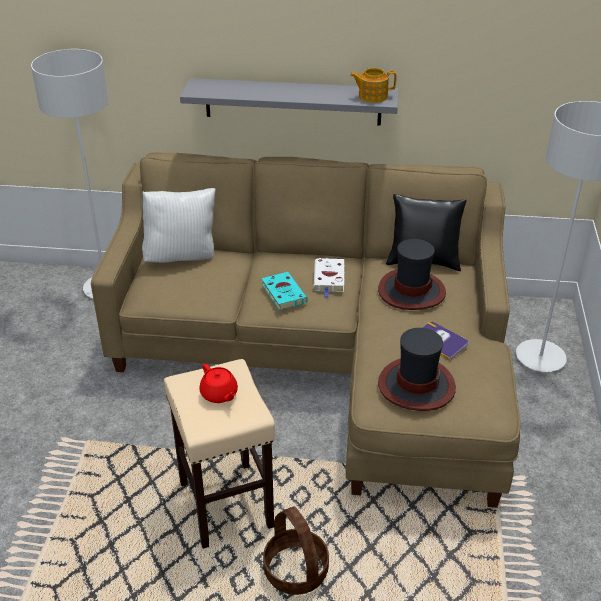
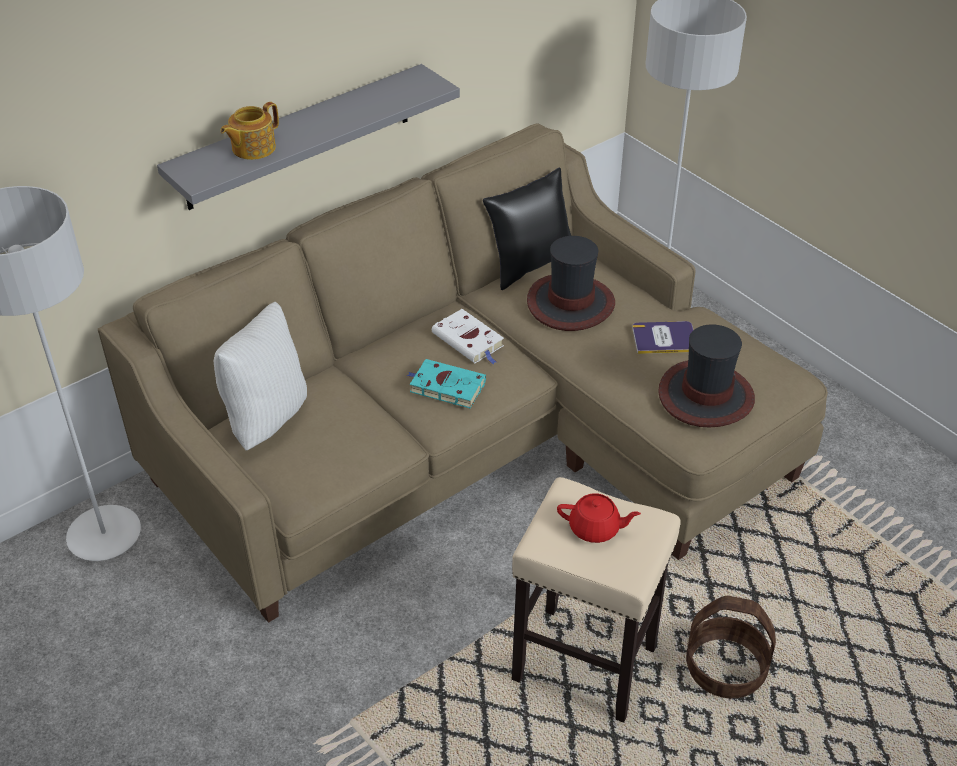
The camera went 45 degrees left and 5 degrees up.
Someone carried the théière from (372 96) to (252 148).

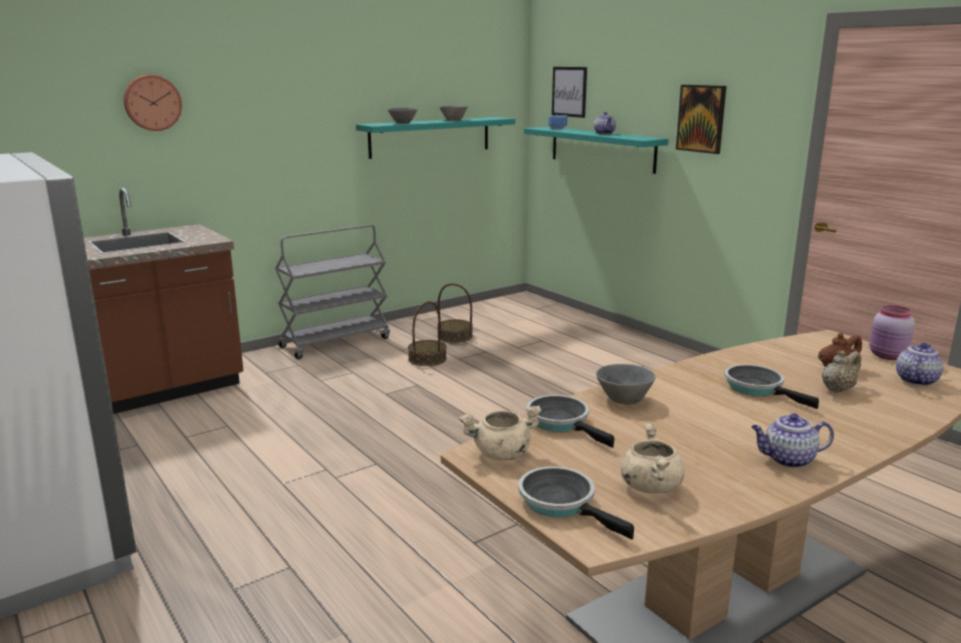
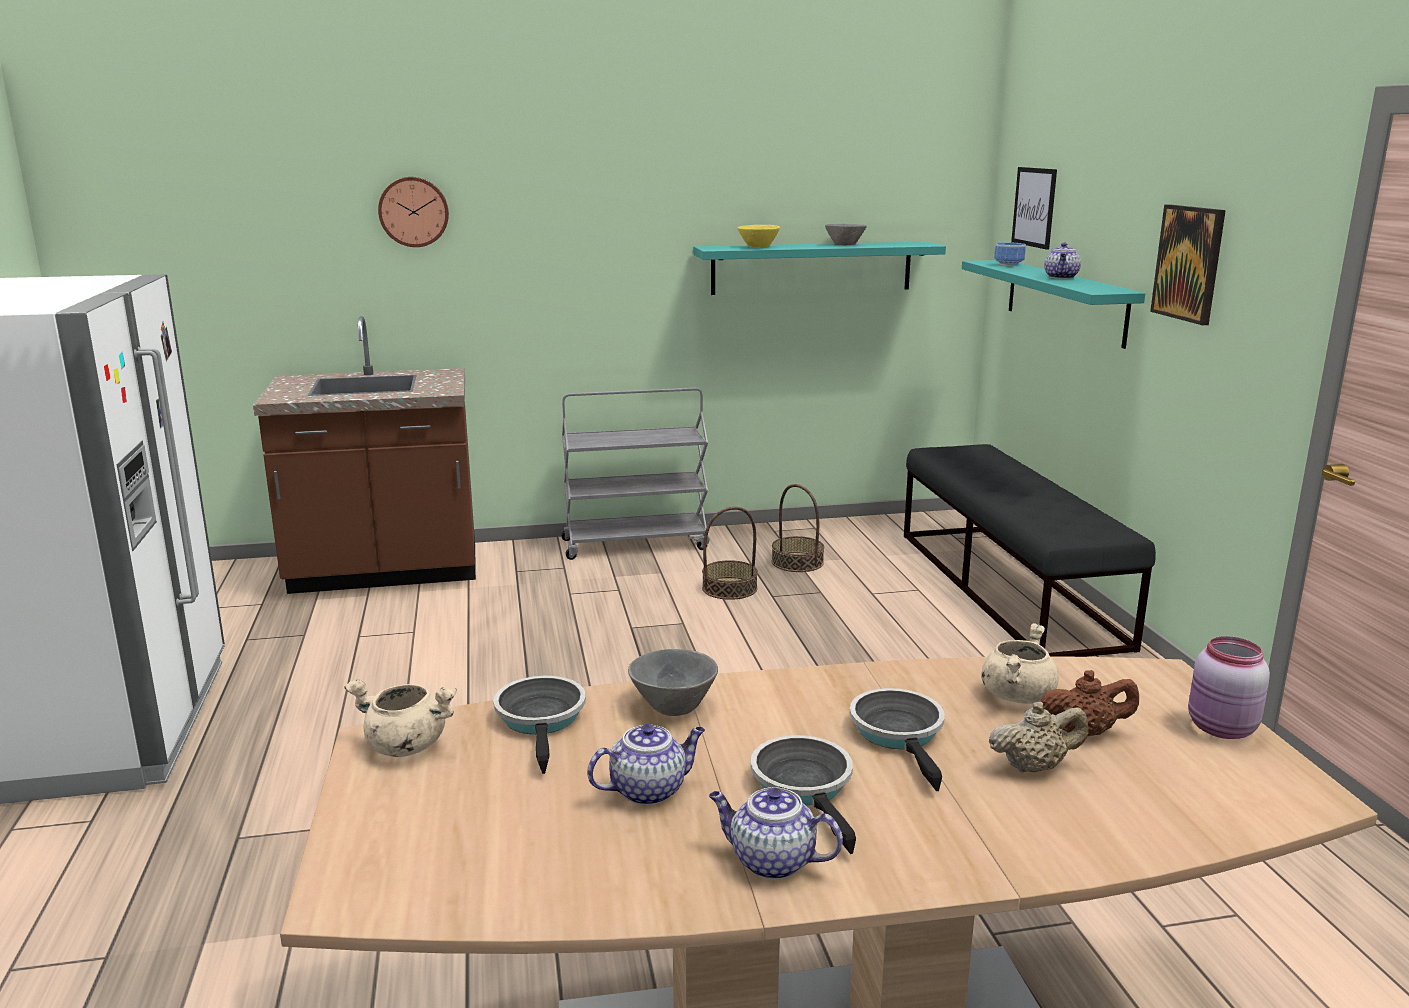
The camera went 25 degrees right and 0 degrees up.
Someone repainted the bol (gris) at (402 123), which became the bol (jaune) at (757 247).
Someone carried the poêle from (562 503) to (805 787).
Someone carried the marmite (beige) from (649 486) to (1016 695).
Someone carried the théière from (916 380) to (649 790).
Someone put down the banc (noir) at (1007 587).

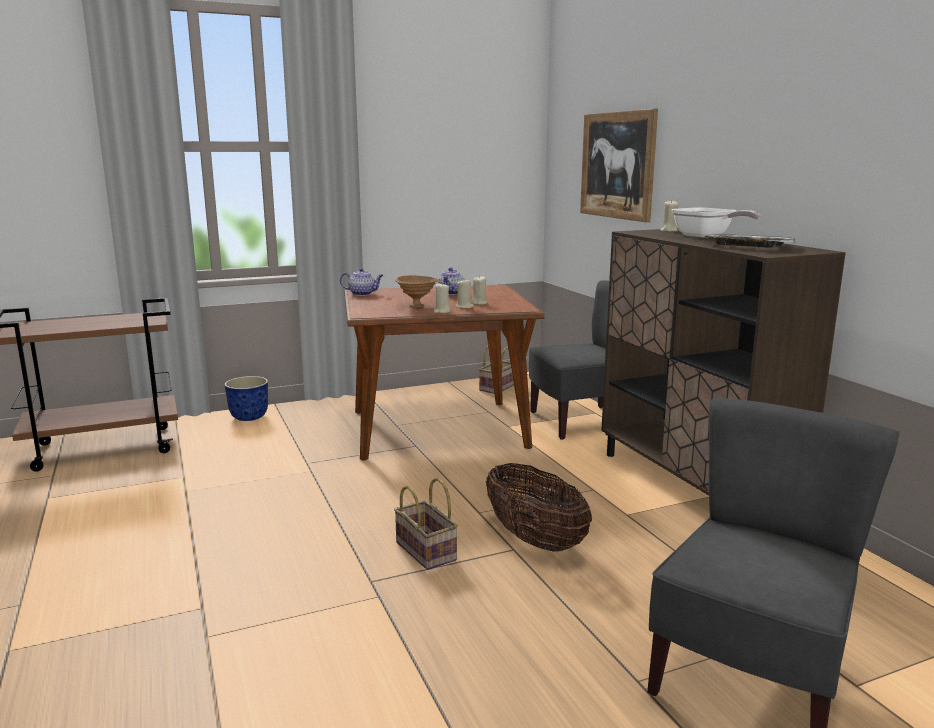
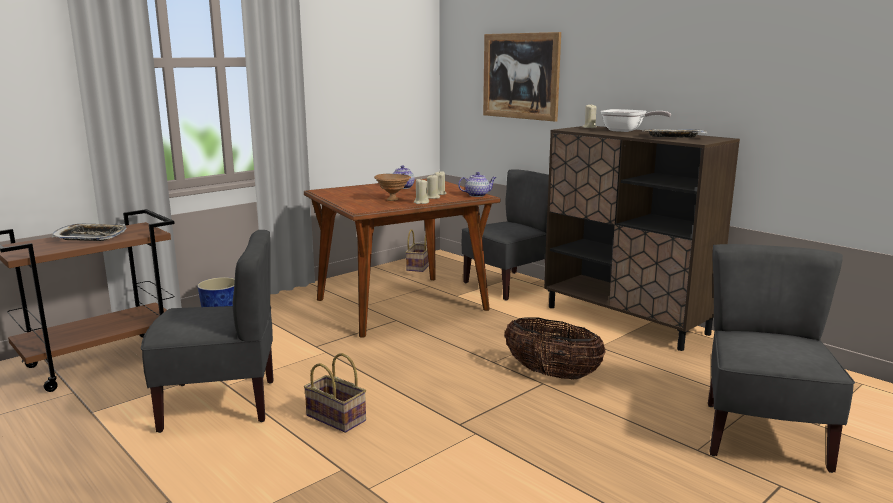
The camera went 20 degrees left and 0 degrees up.
Someone carried the théière from (362 294) to (477 195).
Someone carried the panier from (428 551) to (338 418).
Someone put down the plateau at (91 237).
Someone put down the chaise (gris) at (220 404).

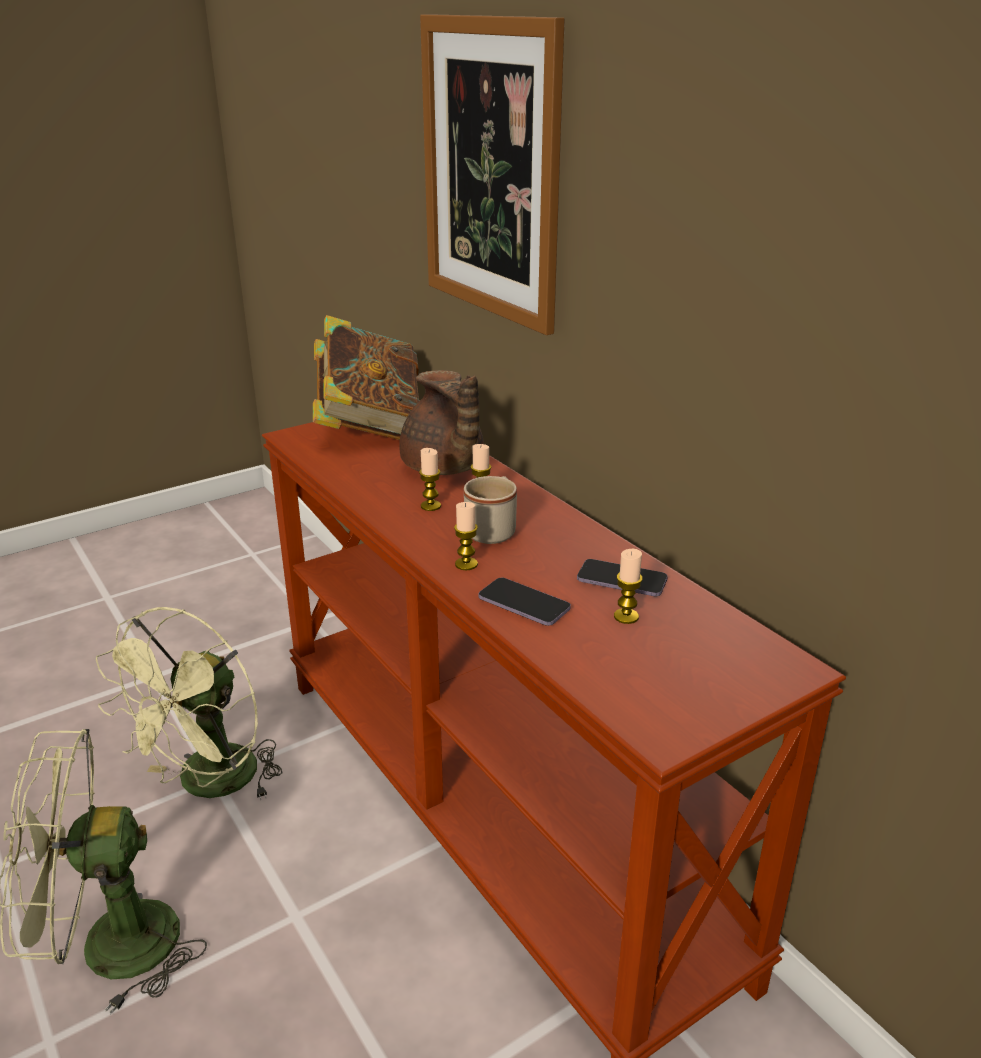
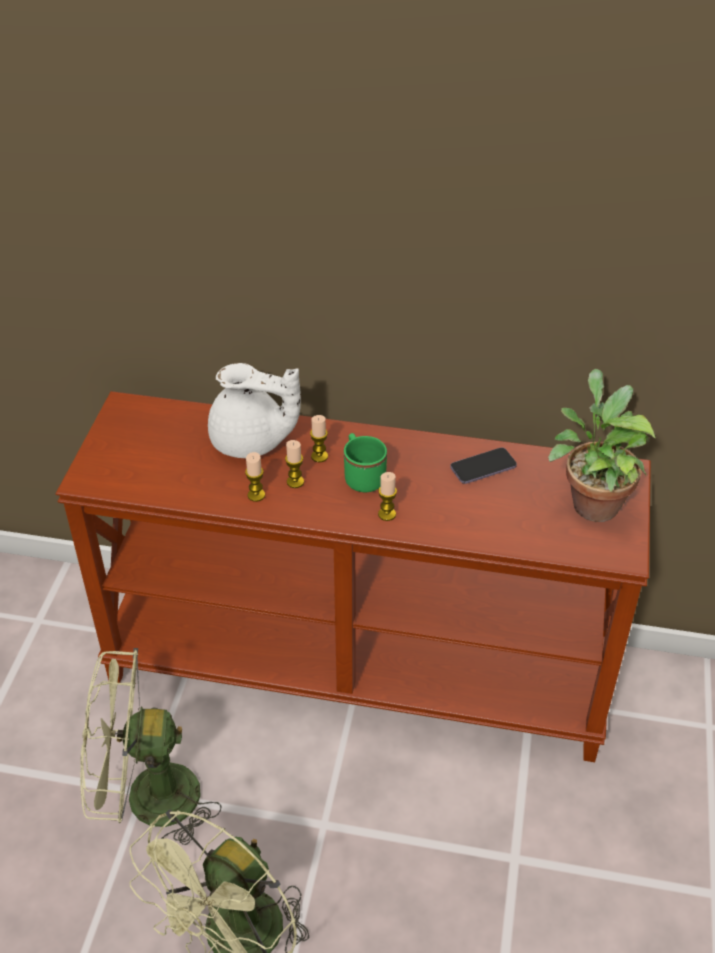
The camera went 45 degrees left and 15 degrees up.
Someone rotated the ventilateur (vert) at (209 785) by 105 degrees clockwise.
Someone took away the livre at (369 427).
Someone repainted the théière (marron) at (443 468), which became the théière (blanc) at (251 442).
Someone took away the tableau at (490 171).
Someone repainted the mug (beige) at (493 529), which became the mug (vert) at (362 476).
Someone took away the téléphone at (524 604).
Someone carried the bougie from (626 616) to (256 495).
Someone put down the plante en pot at (591 501).

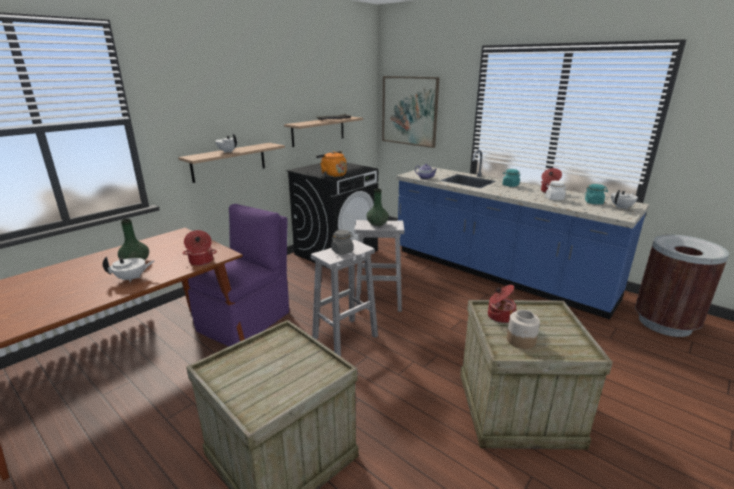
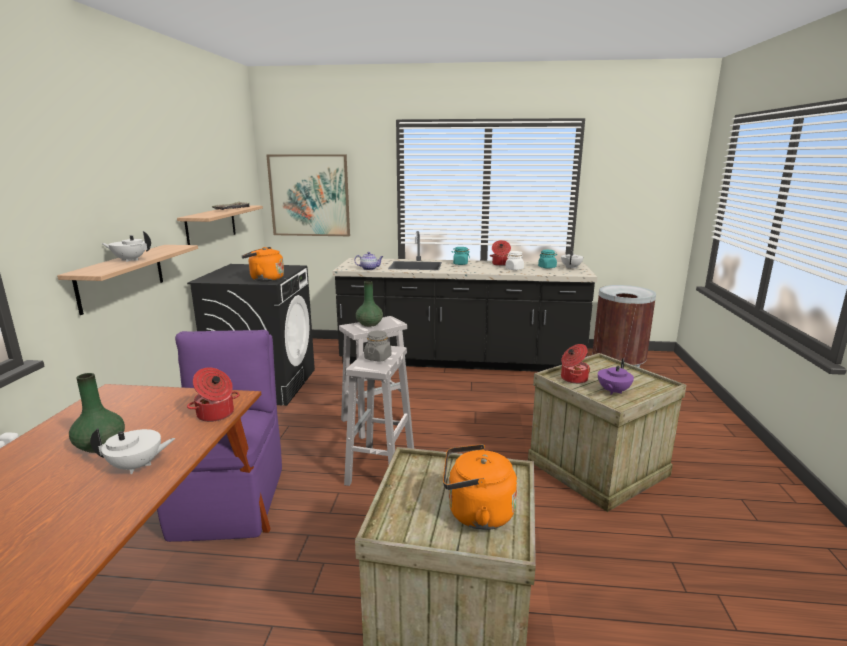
The camera went 35 degrees left and 5 degrees down.
Someone rotated the théière (blanc) at (132 278) by 45 degrees clockwise.
Someone repainted the comptoir de cuisine (bleu) at (496 274), which became the comptoir de cuisine (noir) at (460 361).
Someone swapped the bocal at (520 340) for the théière (violet) at (612 391).
Someone put down the bouilloire (orange) at (476 513).

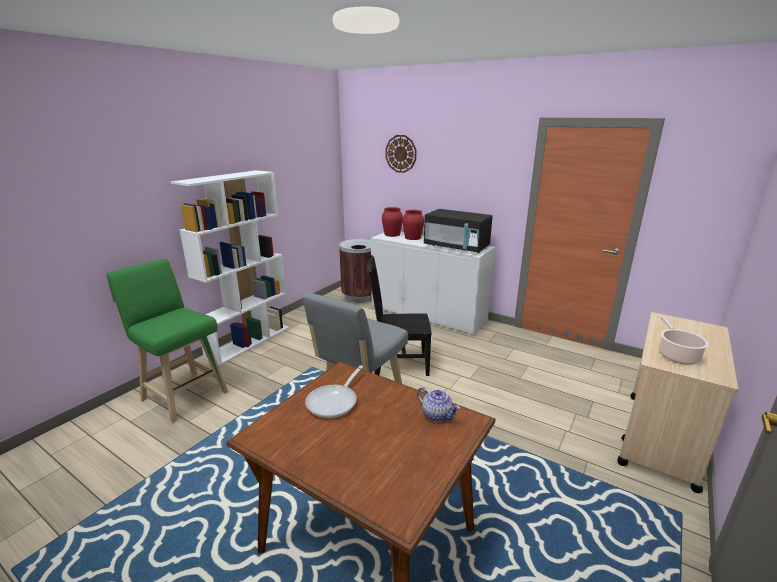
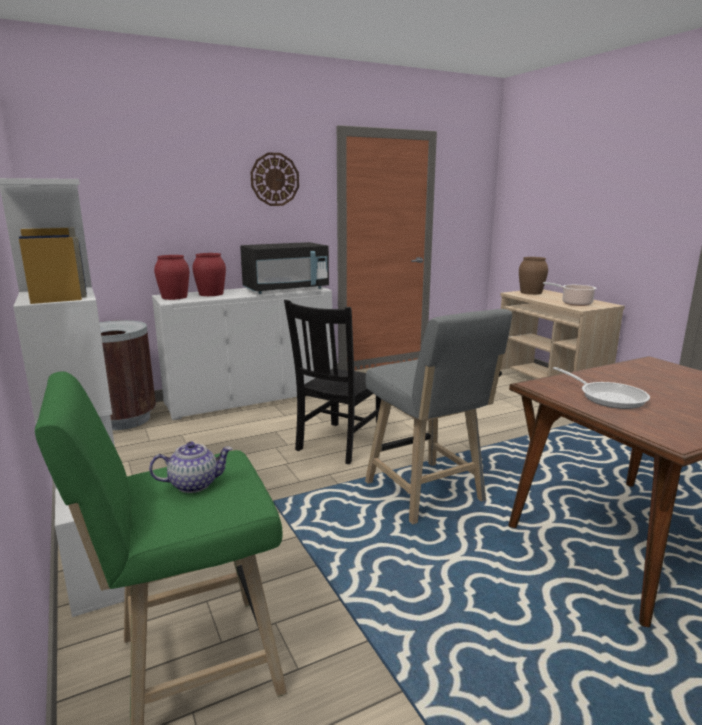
The camera went 60 degrees left and 5 degrees down.
Someone carried the horloge murale from (401 153) to (274 179).
Someone carried the théière from (437 415) to (194 484).
Someone put down the vase (marron) at (531 292).

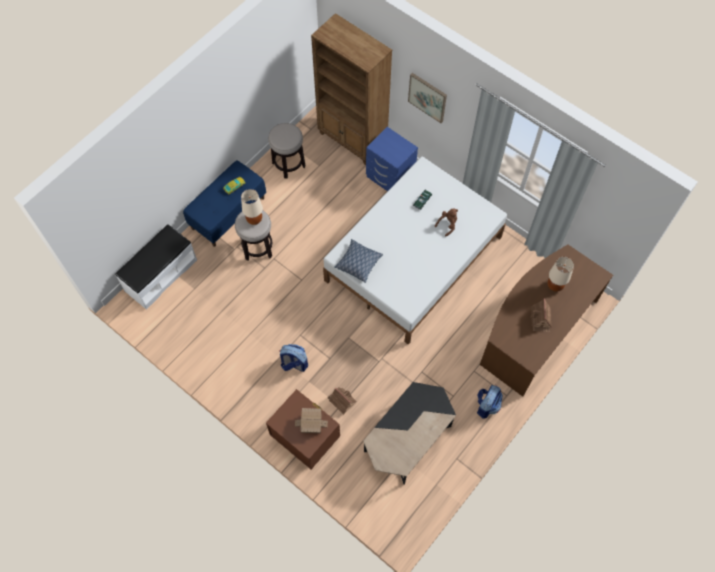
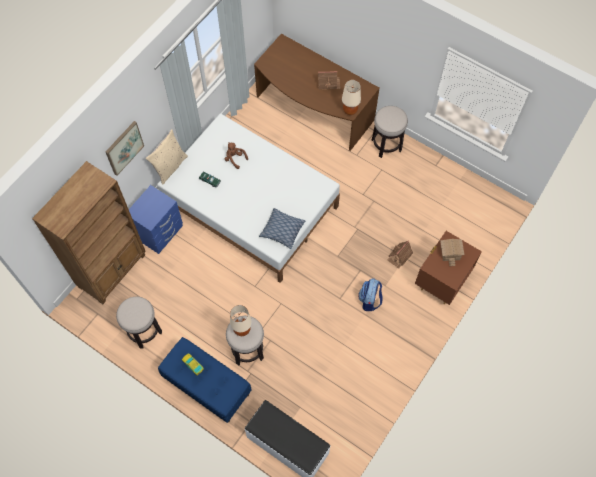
The camera went 95 degrees left and 0 degrees up.
Someone took away the table basse (noir) at (408 439).
Someone swapped the sac à dos at (486 405) for the tabouret at (386 145).
Someone carried the lampe de table (beige) from (555 286) to (350 110).
Someone put down the coussin (beige) at (170 167).

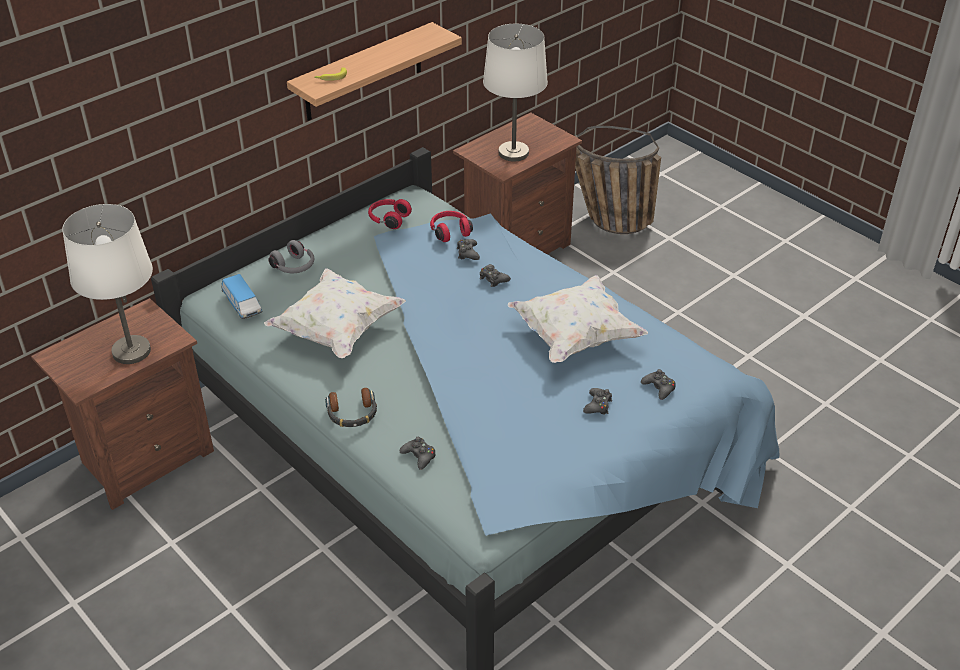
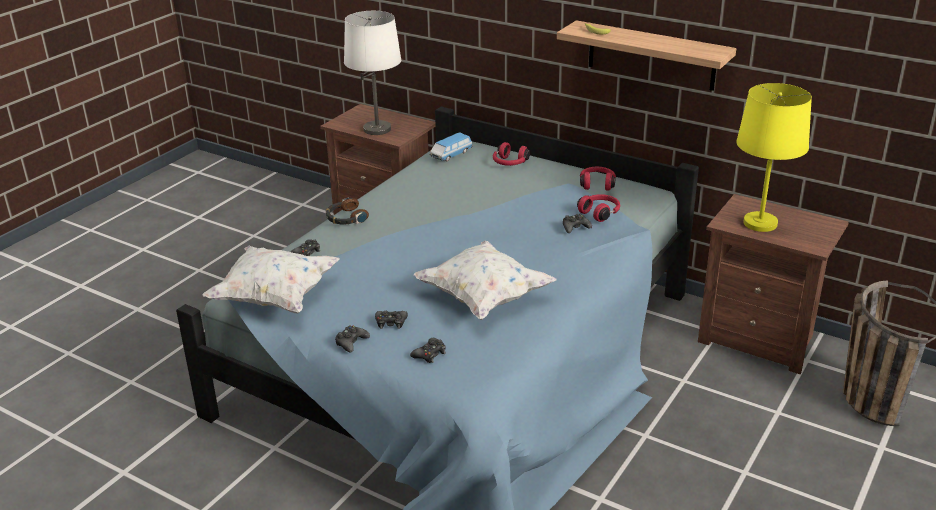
The camera went 75 degrees right and 10 degrees down.
Someone carried the coussin (blanc) from (337 330) to (274 297).
Someone repainted the casque audio (gris) at (294 267), which became the casque audio (rouge) at (509 163).
Someone carried the manette (noir) from (493 279) to (351 342).
Someone repainted the lampe de table (blanc) at (513 153), which became the lampe de table (jaune) at (760 223).

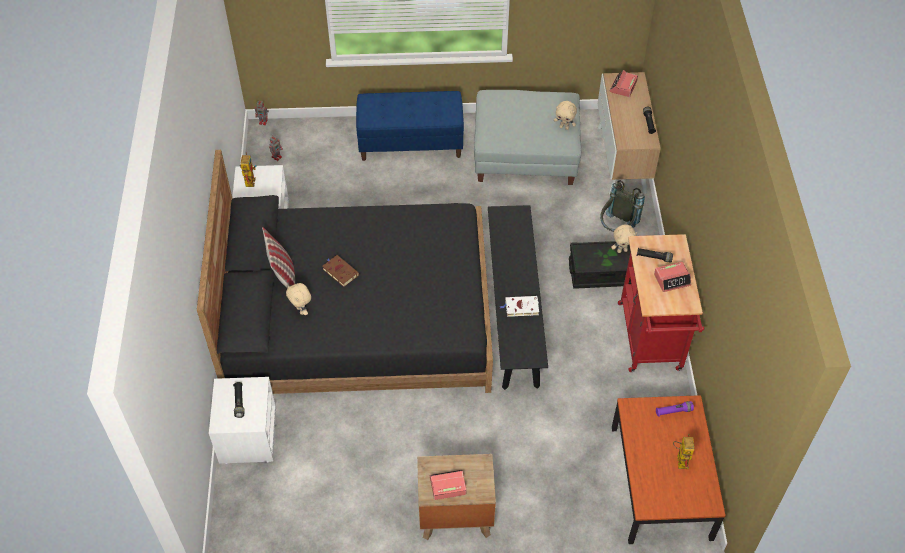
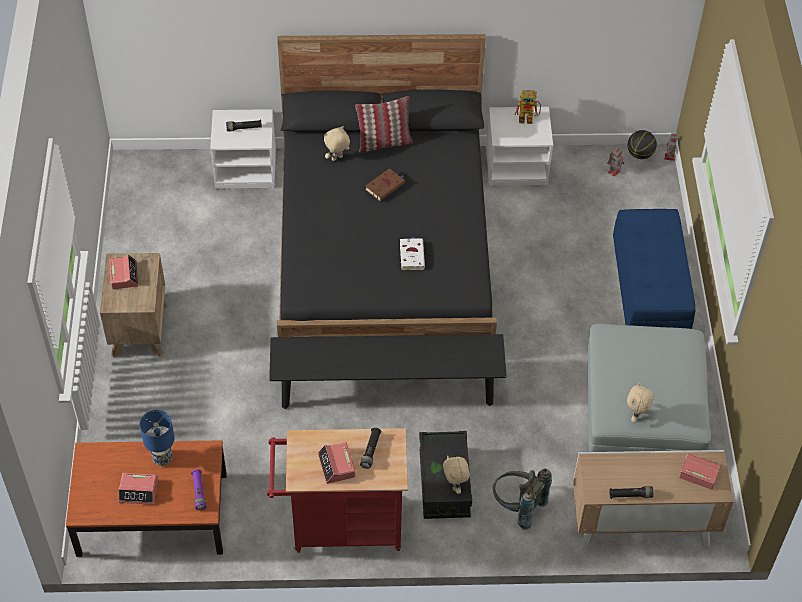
The camera went 90 degrees right and 0 degrees up.
Someone carried the livre (blanc) from (520 307) to (411 255).
Someone swapped the robot jouet at (680 459) for the réveil at (138 491).
Someone put down the lampe de table (bleu) at (162 459).
Someone put down the ballon de basket at (640 154).

